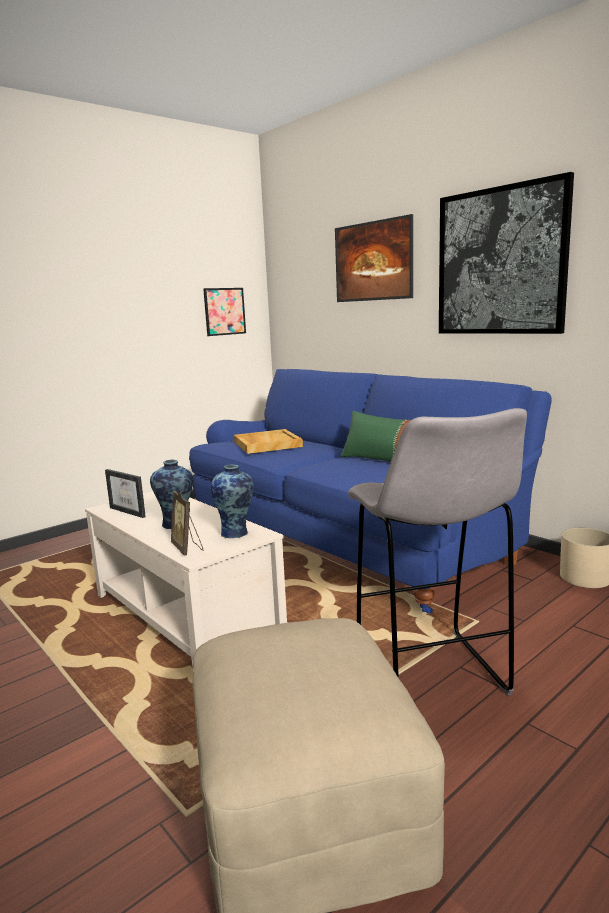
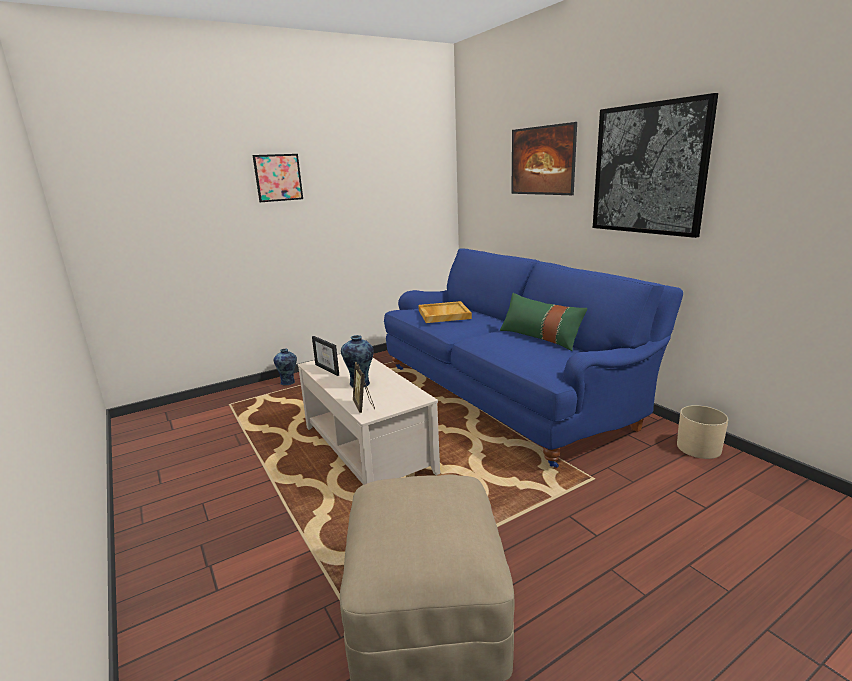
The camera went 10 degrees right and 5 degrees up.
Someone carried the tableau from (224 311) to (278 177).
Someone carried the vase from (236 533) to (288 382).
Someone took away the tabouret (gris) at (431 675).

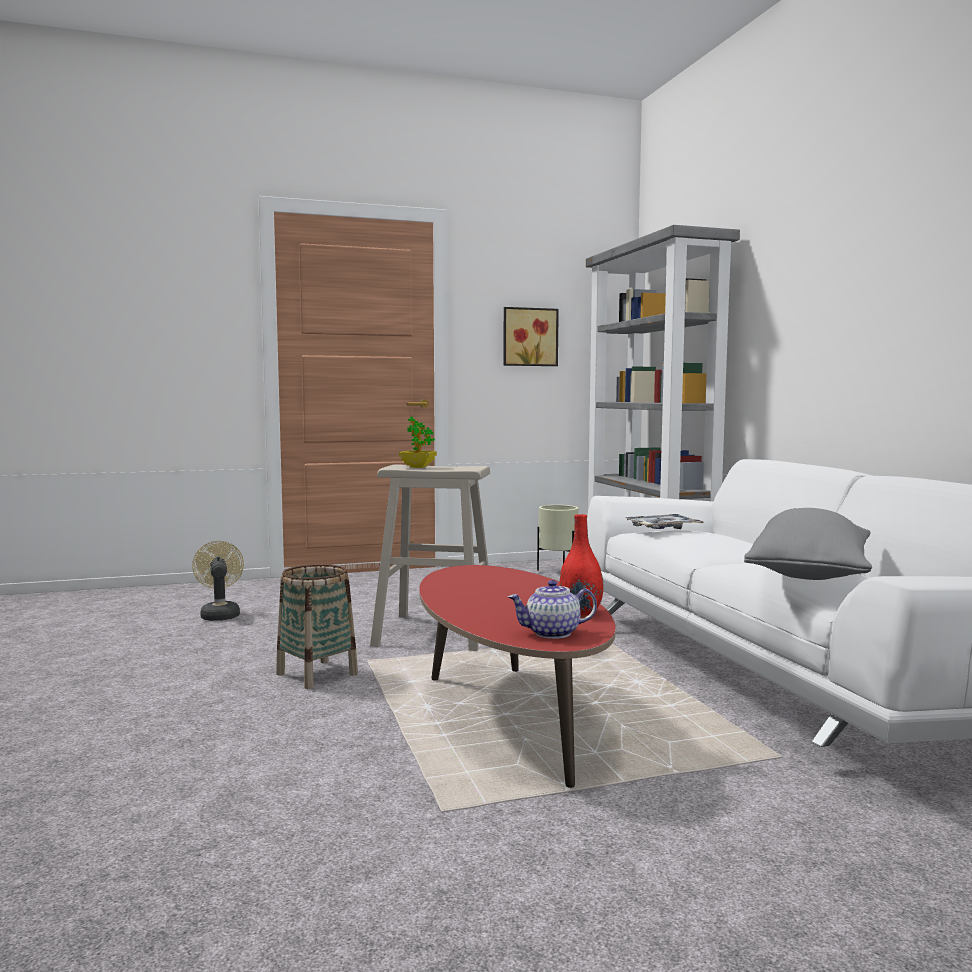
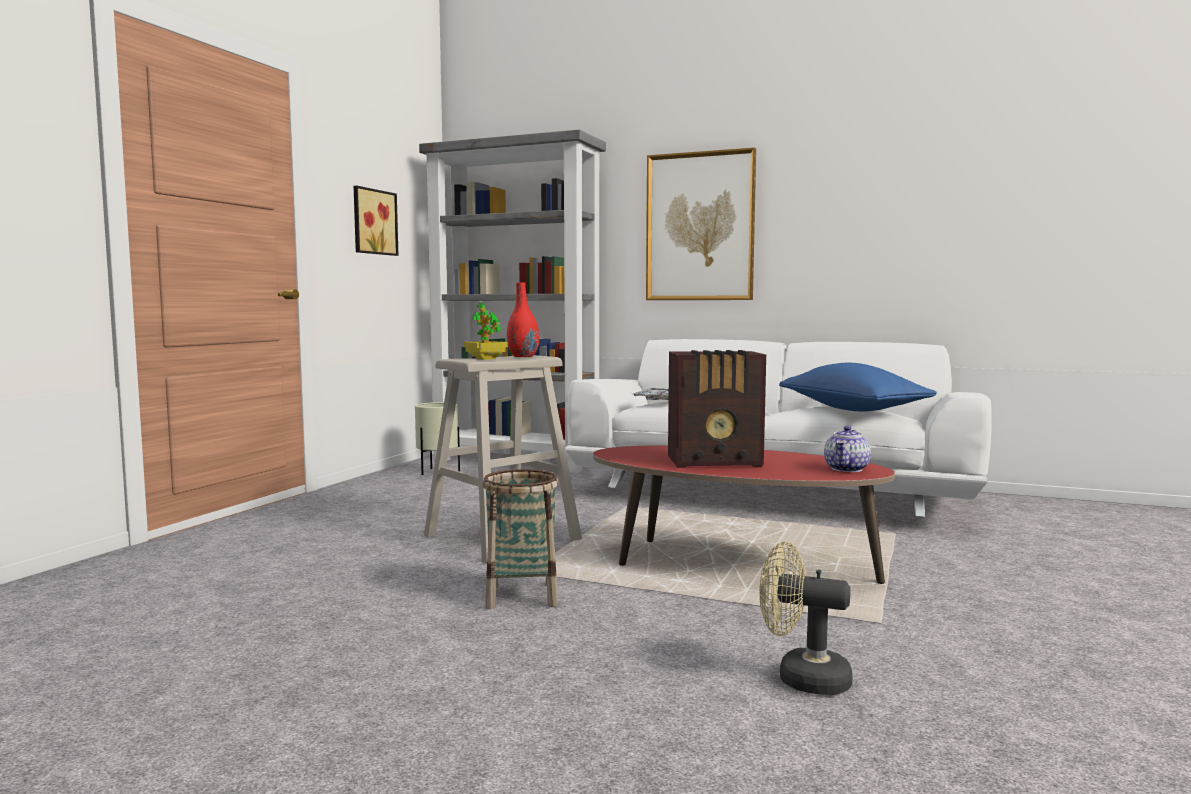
The camera went 50 degrees left and 0 degrees up.
Someone carried the ventilateur (beige) from (220 614) to (801 678).
Someone carried the vase (rouge) from (580 612) to (523 356).
Someone repainted the coussin (gris) at (810 574), which became the coussin (bleu) at (852 409).
Someone put up the tableau at (700 227).
Someone put down the radio at (716 462).

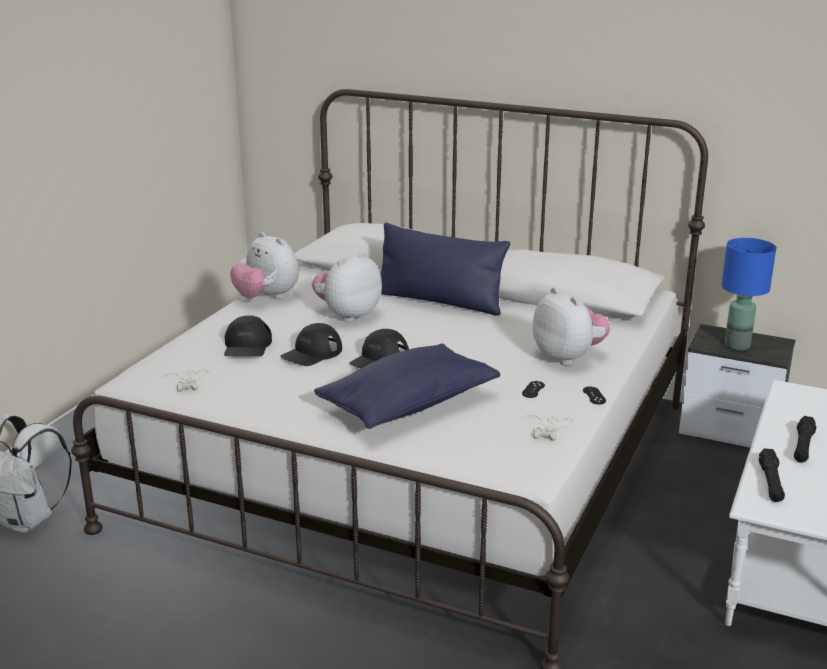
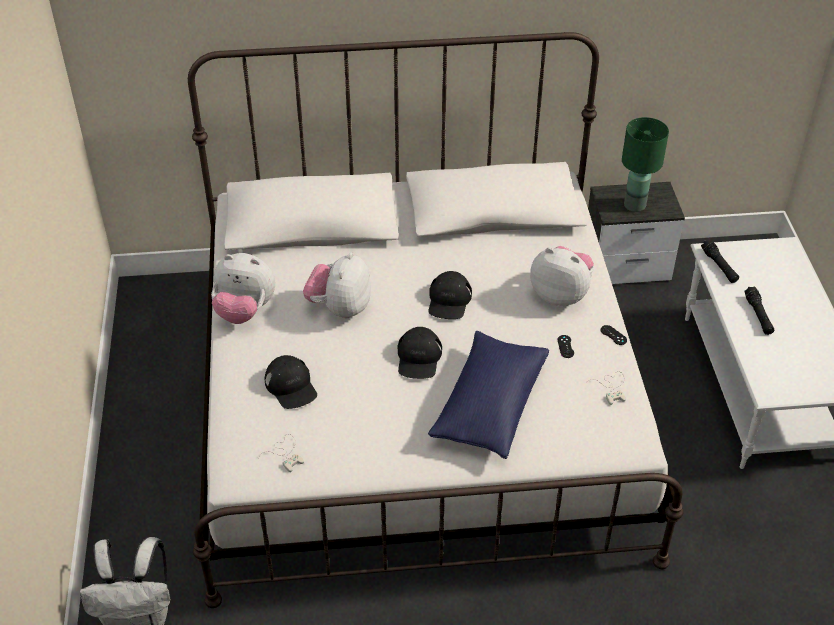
The camera went 30 degrees left and 20 degrees up.
Someone carried the casquette (noir) from (312 353) to (449 300).
Someone took away the coussin (bleu) at (439 301).
Someone repainted the lampe de table (bleu) at (736 345), which became the lampe de table (vert) at (634 205).
Someone carried the lampe de poche (noir) from (770 482) to (719 266).

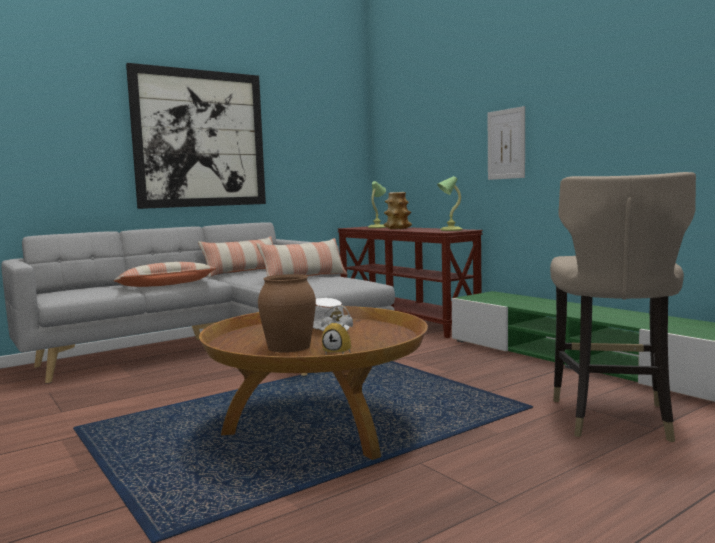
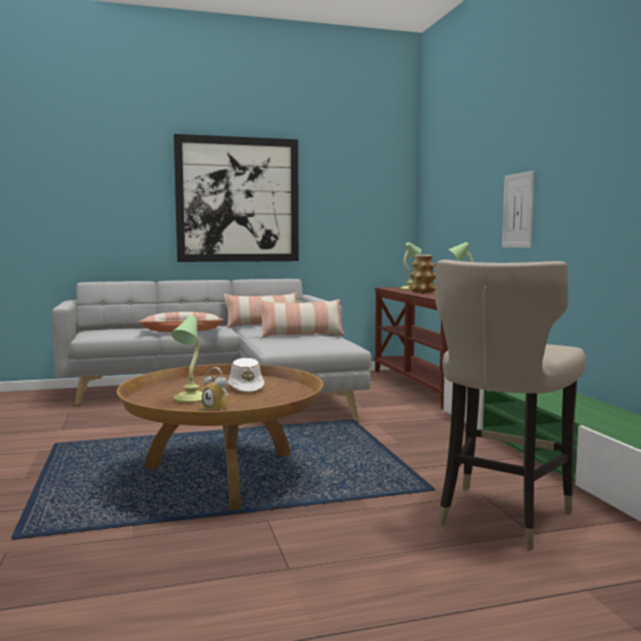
The camera went 20 degrees right and 0 degrees up.
Someone swapped the vase (marron) at (288 347) for the lampe de table at (190 399).

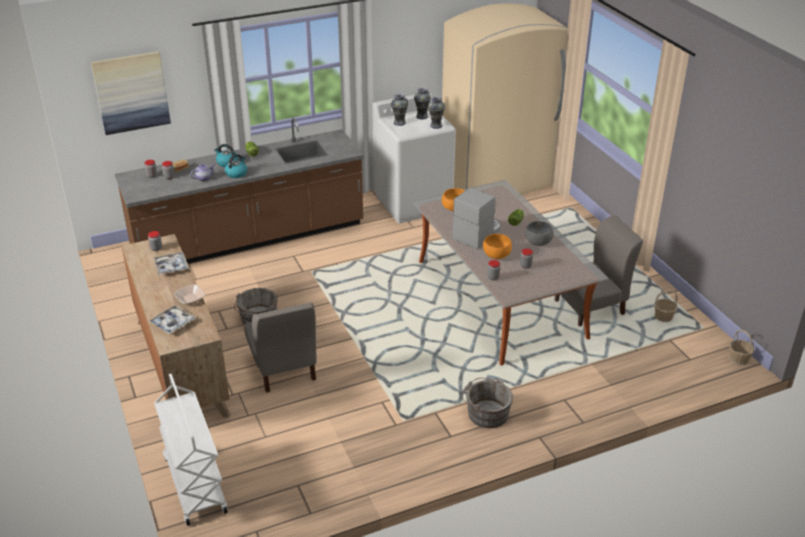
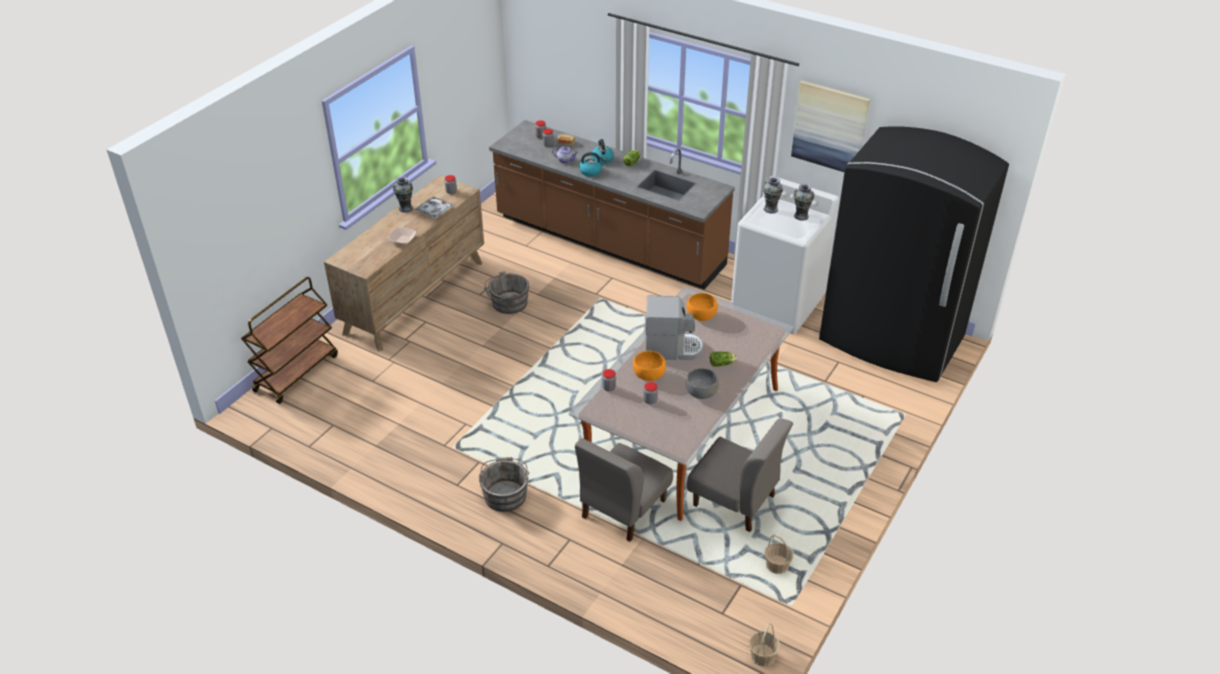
The camera went 55 degrees right and 5 degrees up.
Someone carried the tableau from (131 92) to (830 127).
Someone took away the plateau at (173 323).
Someone repainted the chariot (blanc) at (194 484), which became the chariot (marron) at (296 372).
Someone carried the chaise (gris) from (283 368) to (623 509).
Someone carried the vase from (436 126) to (405 208).
Someone repainted the réfrigérateur (beige) at (498 180), which became the réfrigérateur (noir) at (891 340).

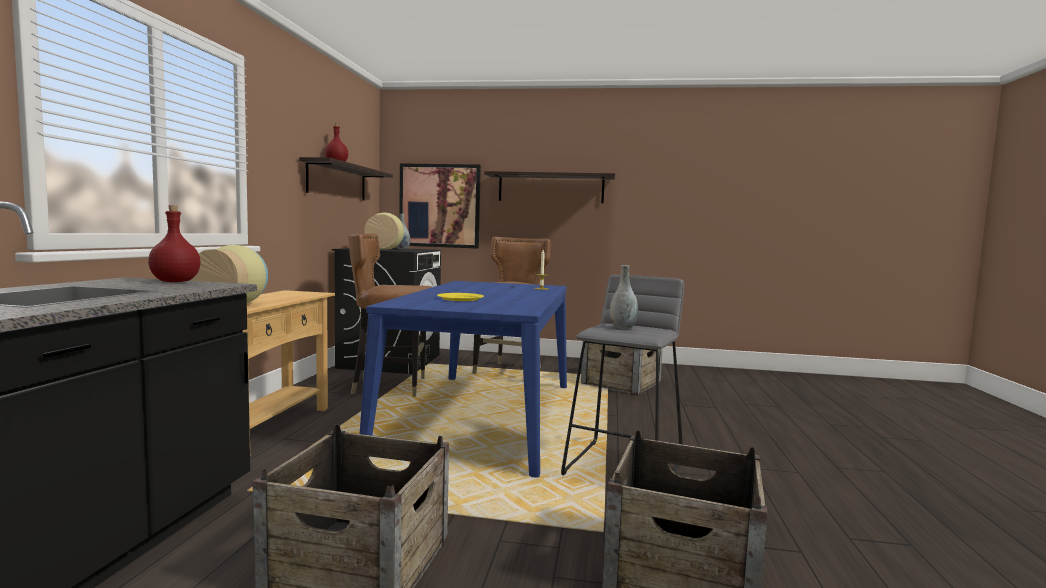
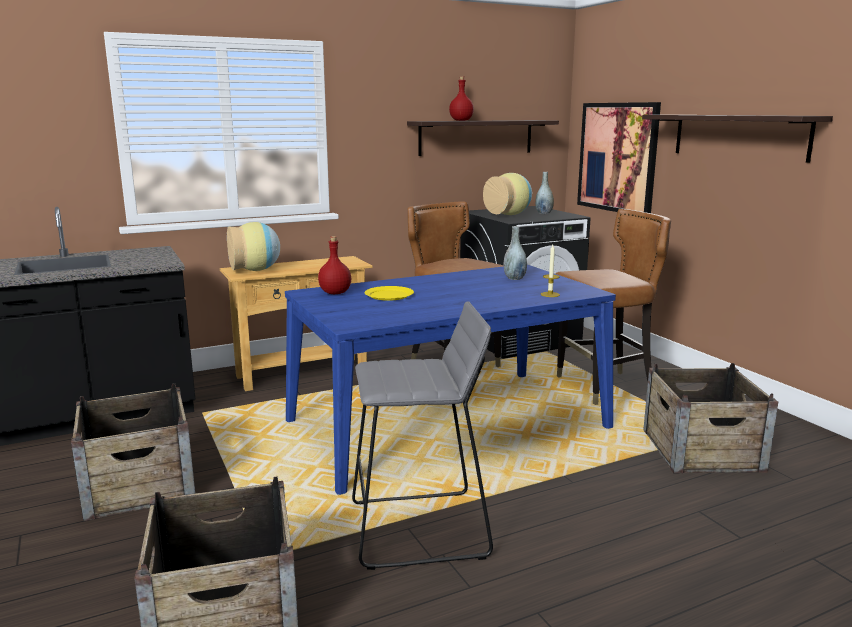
The camera went 55 degrees right and 10 degrees up.
Someone carried the bouteille (rouge) from (176 282) to (336 293).
Someone carried the vase (gris) from (622 328) to (514 278).

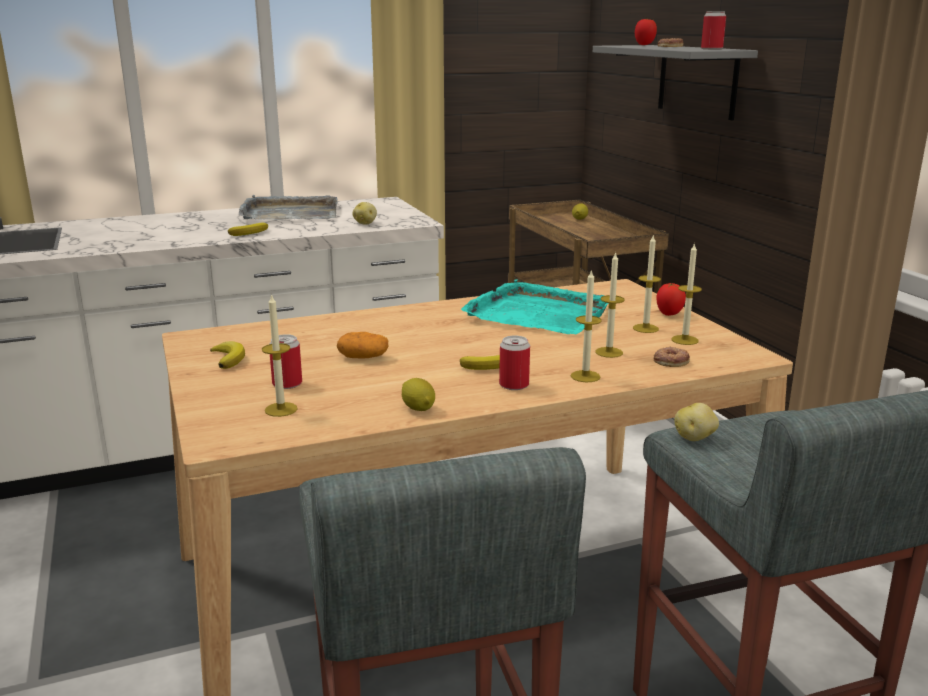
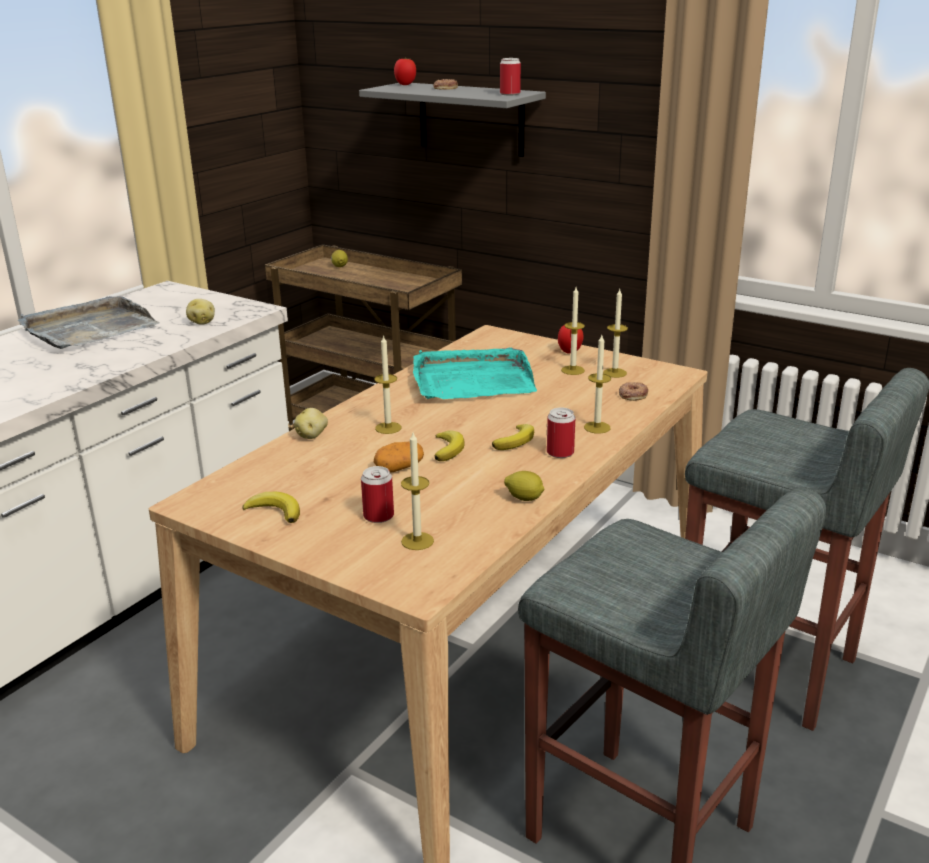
The camera went 35 degrees left and 5 degrees up.
Someone carried the banane from (251 232) to (448 449).
Someone carried the bougie from (609 352) to (388 428).
Someone carried the pomme de terre from (695 438) to (312 436).

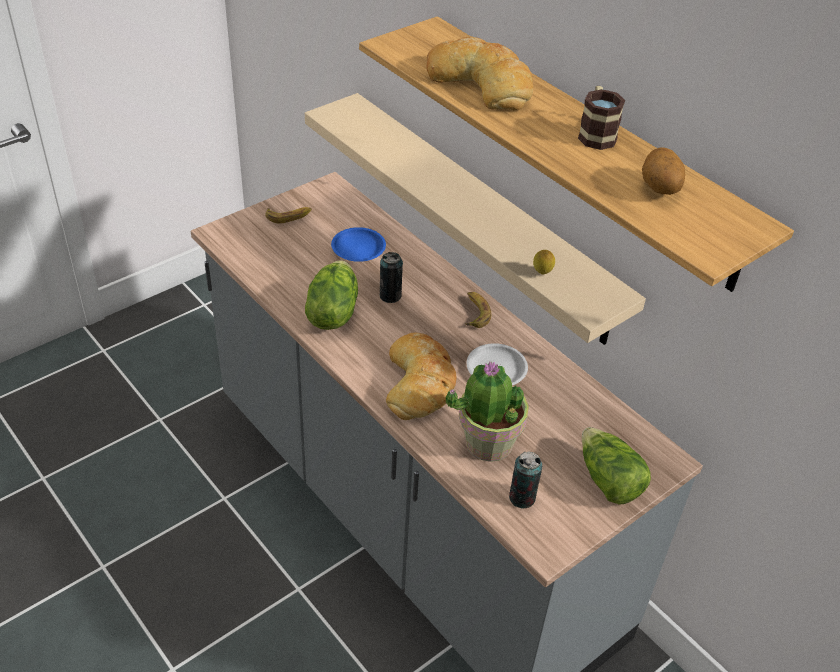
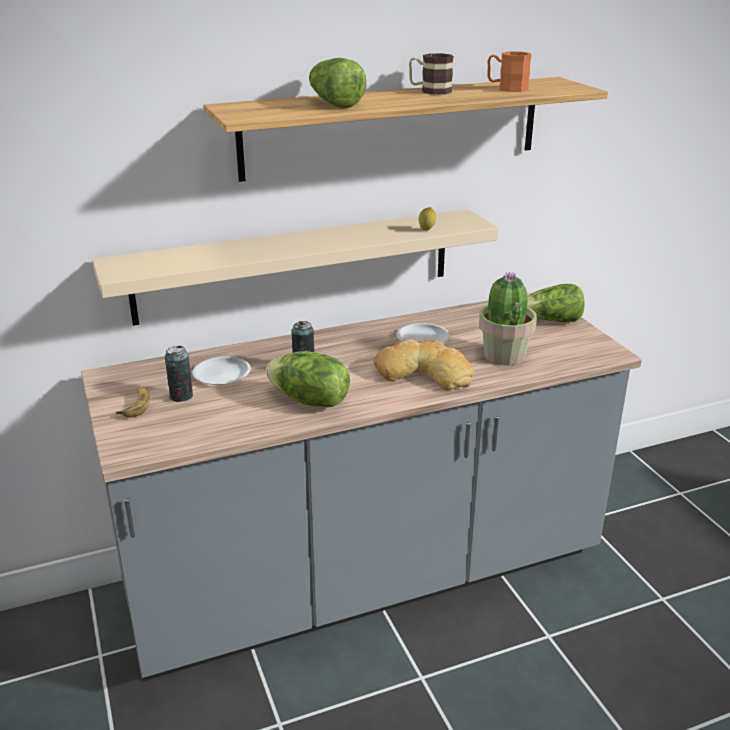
The camera went 70 degrees left and 15 degrees down.
Someone repainted the assiette (bleu) at (359 248), which became the assiette (blanc) at (222 374).
Someone swapped the pain at (482 82) for the laitue at (334 103).
Someone took away the banane at (475 312).
Someone carried the boîte métallique from (522 498) to (181 396).
Someone swapped the pomme de terre at (658 189) for the mug (orange) at (507 88).

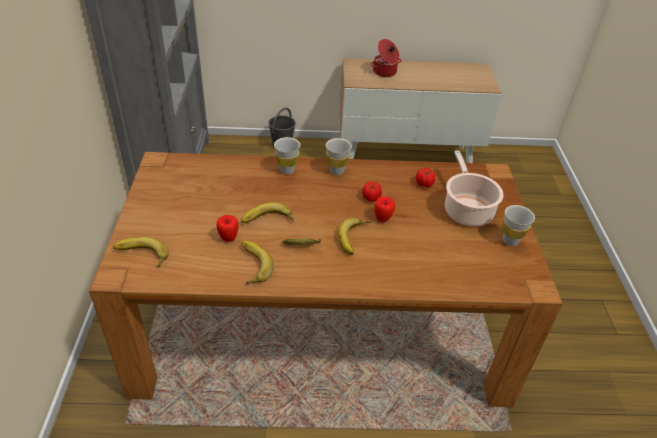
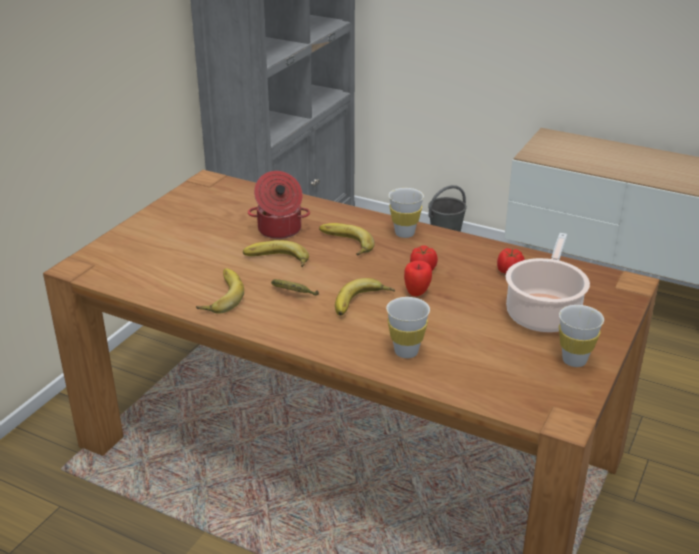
The camera went 30 degrees right and 10 degrees down.
Someone carried the banane from (141 256) to (344 244).
Someone took away the pomme at (228 238).
Someone carried the tasse (blanc) from (287 170) to (406 352).
Someone carried the marmite from (385 72) to (279 230).

